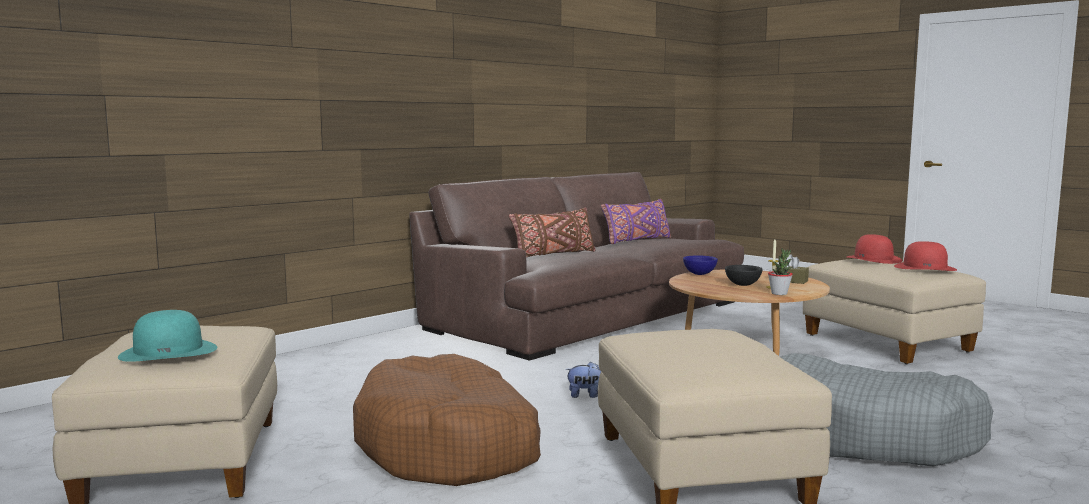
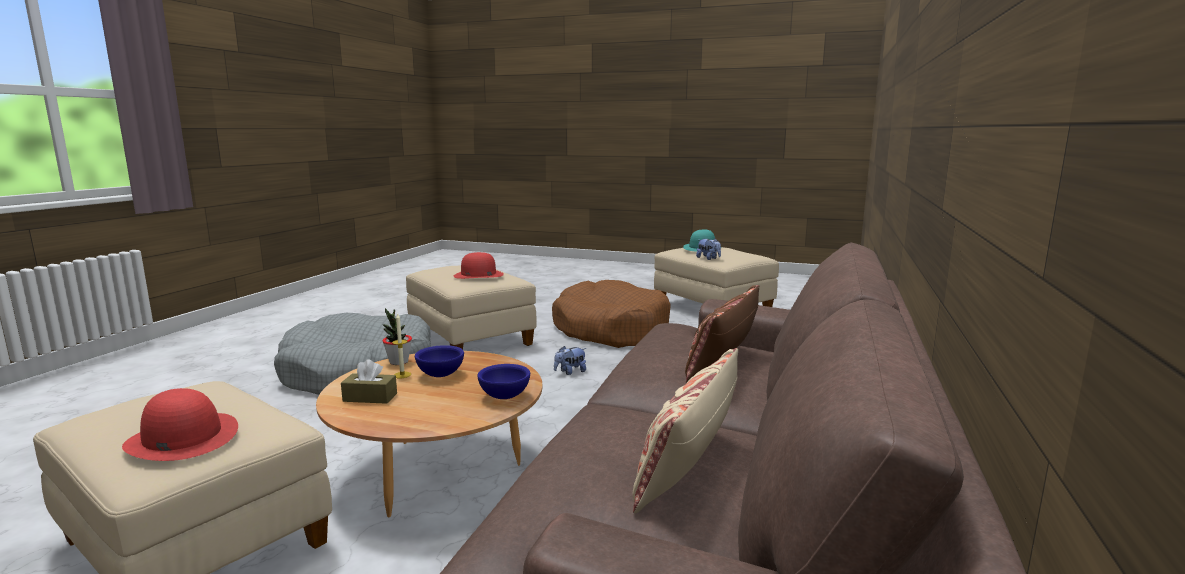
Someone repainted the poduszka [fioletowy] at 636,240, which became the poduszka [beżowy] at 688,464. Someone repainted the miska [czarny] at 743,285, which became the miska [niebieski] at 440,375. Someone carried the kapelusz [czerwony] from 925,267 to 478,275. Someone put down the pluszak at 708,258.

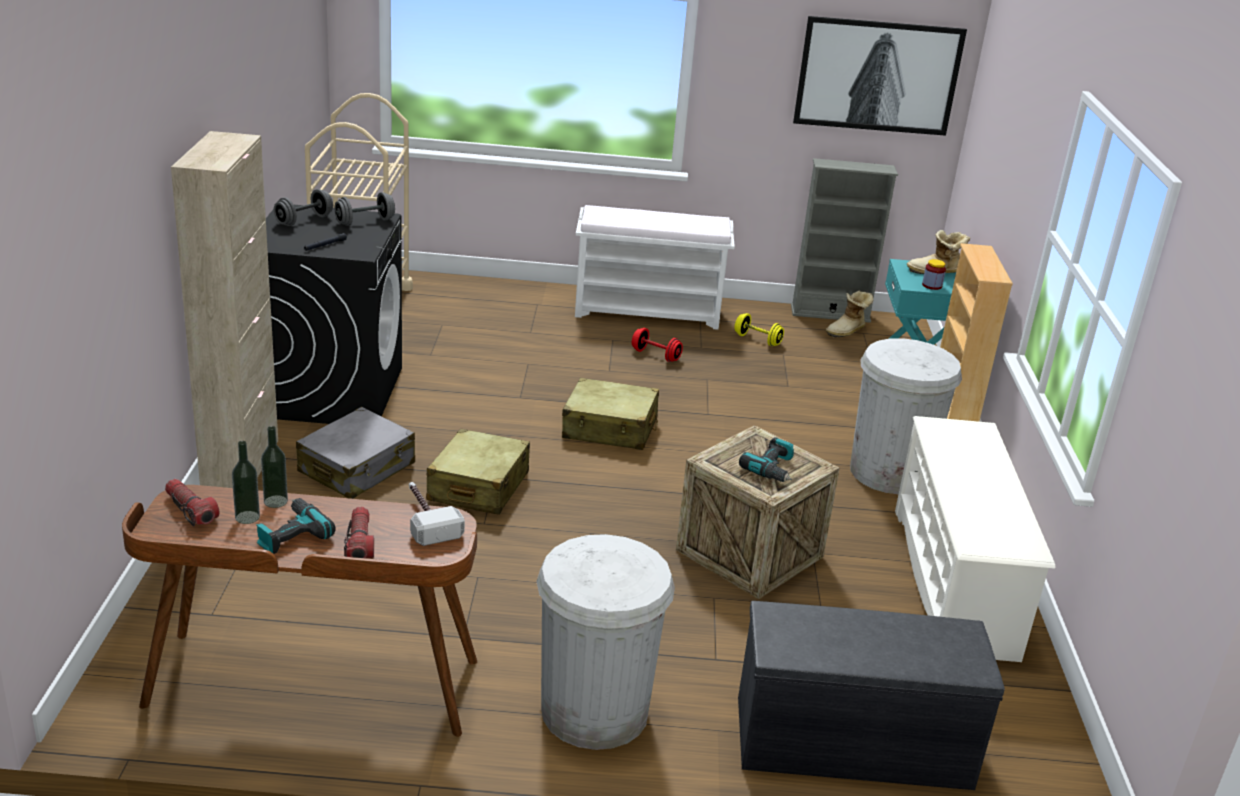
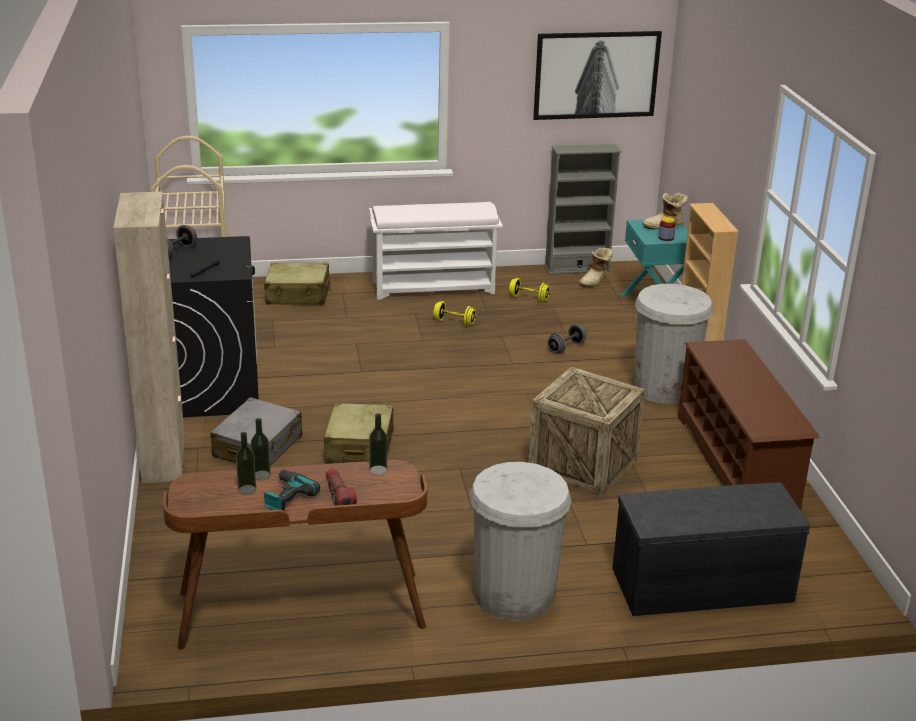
Someone took away the latarka at 191,510. Someone carried the hantel [szary] from 365,222 to 566,348. Someone swapped the młotek at 426,518 for the butelka at 378,470. Someone carried the walizka [beżowy] from 610,429 to 298,295. Someone repainted the hantel [czerwony] at 656,355, which became the hantel [żółty] at 454,322. Someone took away the wiertarka at 773,469. Someone repainted the regał na buty [biały] at 954,582, which became the regał na buty [brązowy] at 736,462.

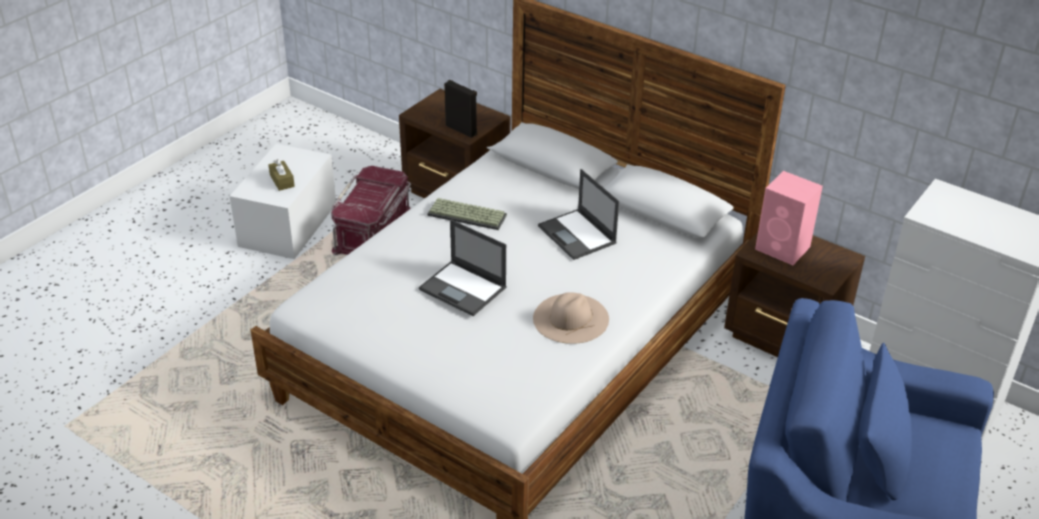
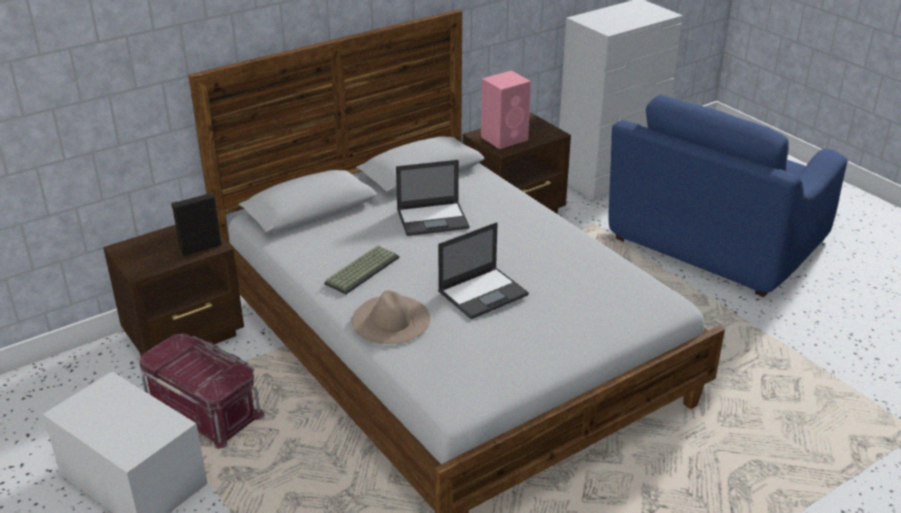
Someone took away the pudełko chusteczek [brązowy] at 282,181. Someone carried the kapelusz [beżowy] from 570,318 to 390,319.

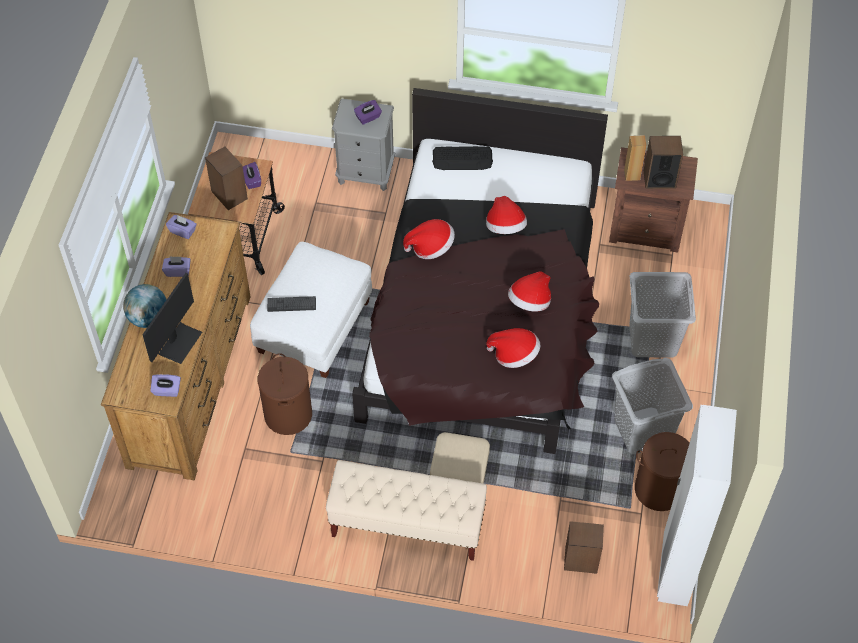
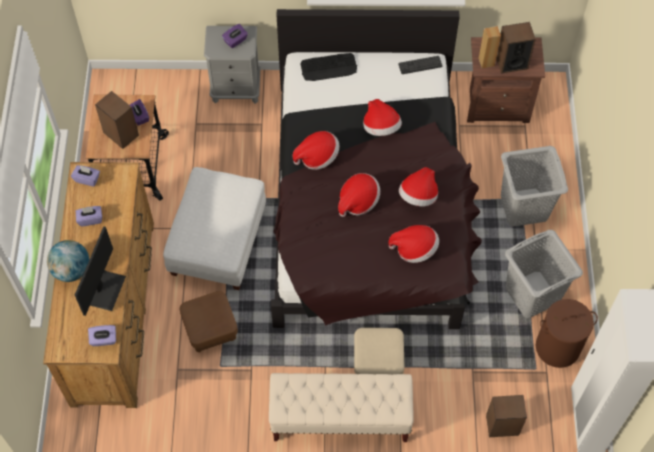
Someone swapped the kosz na pranie [brązowy] at 288,414 for the pufa [brązowy] at 210,330. Someone carried the klawiatura from 291,304 to 420,65. Someone put down the kapelusz at 358,201.

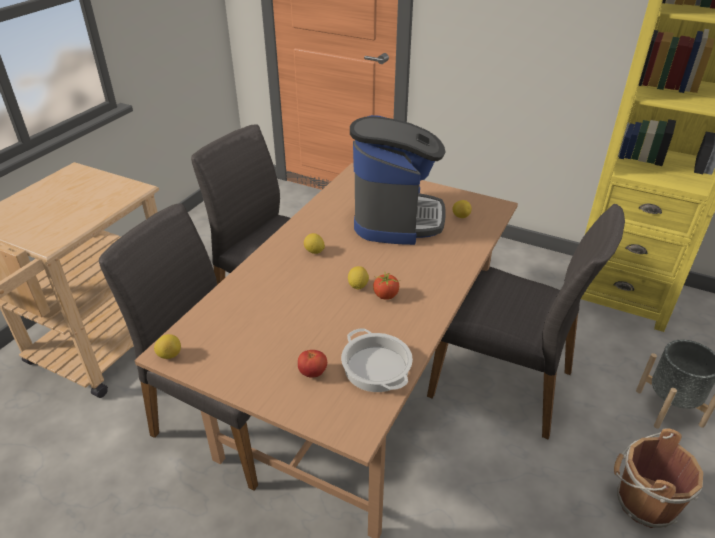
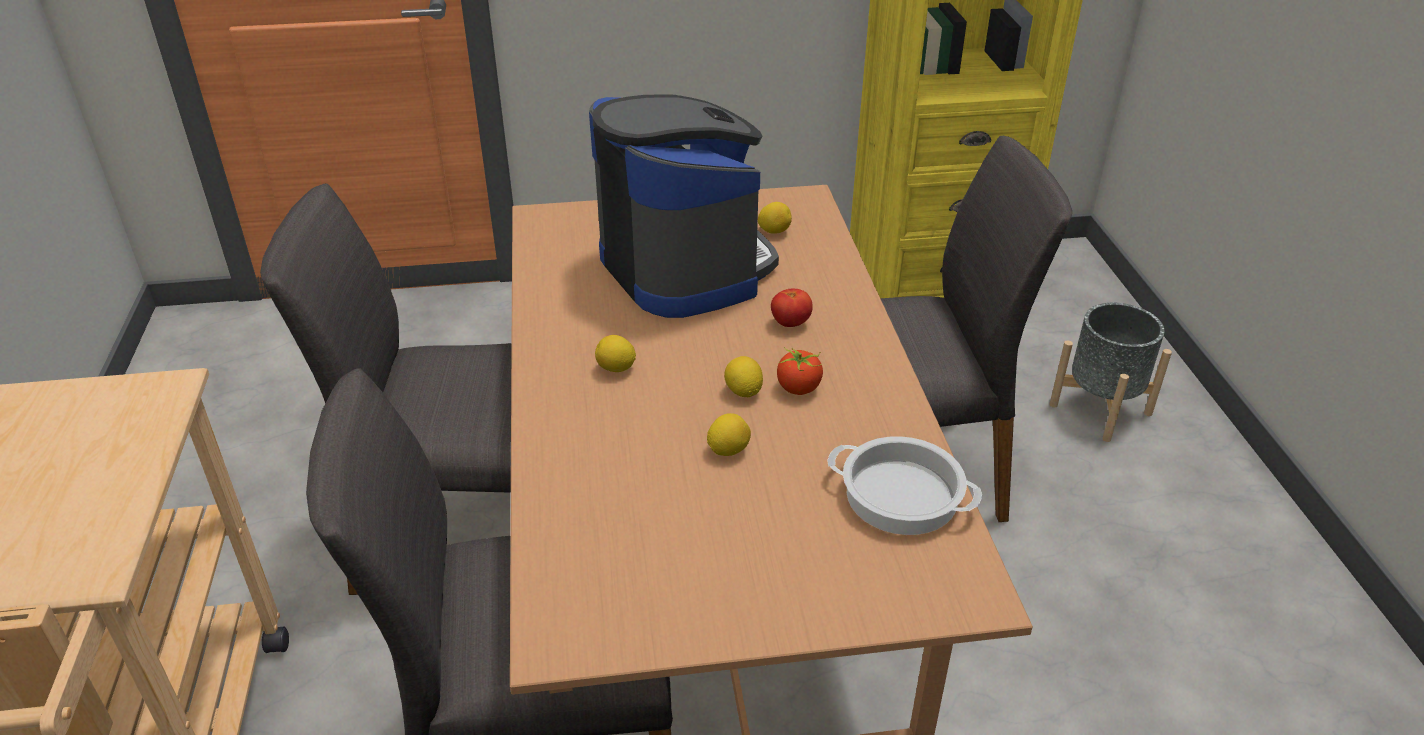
Someone carried the cytryna from 169,355 to 728,450. Someone carried the pomidor from 313,373 to 790,323. Someone took away the wiadro [brązowy] at 642,501.

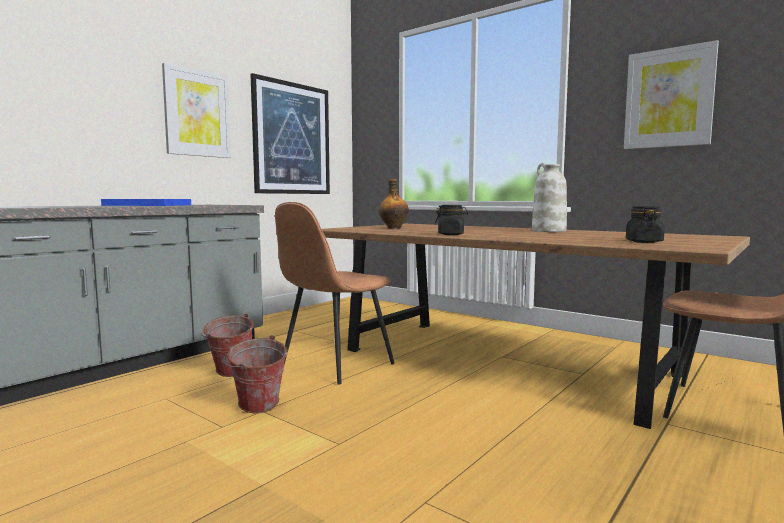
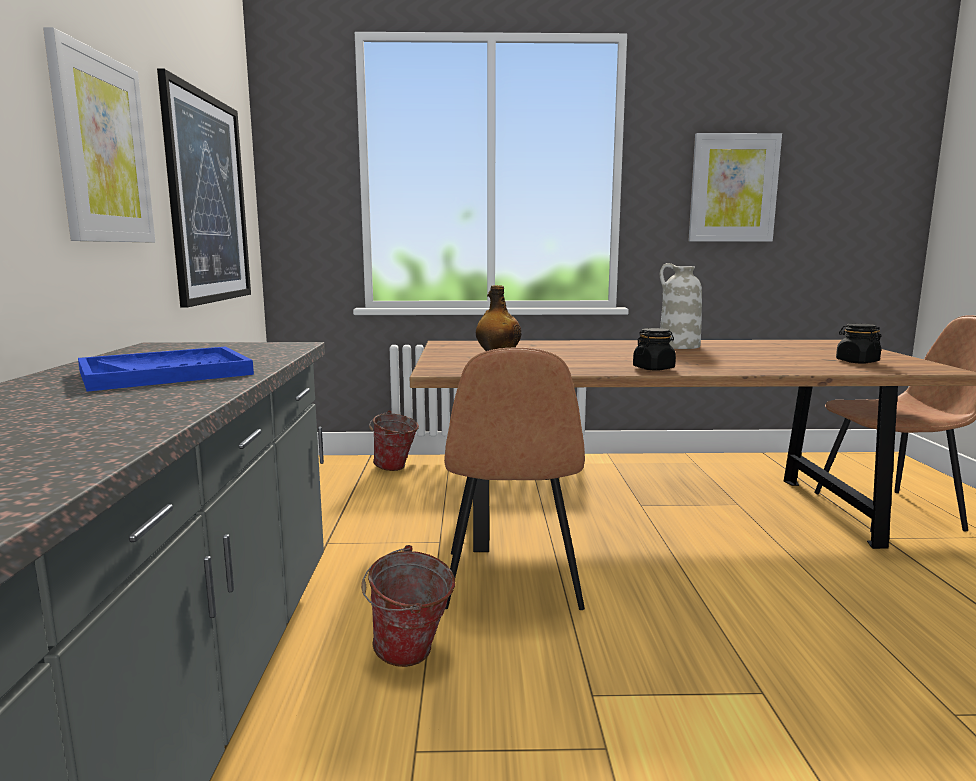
Someone carried the wiadro from 257,410 to 395,468.

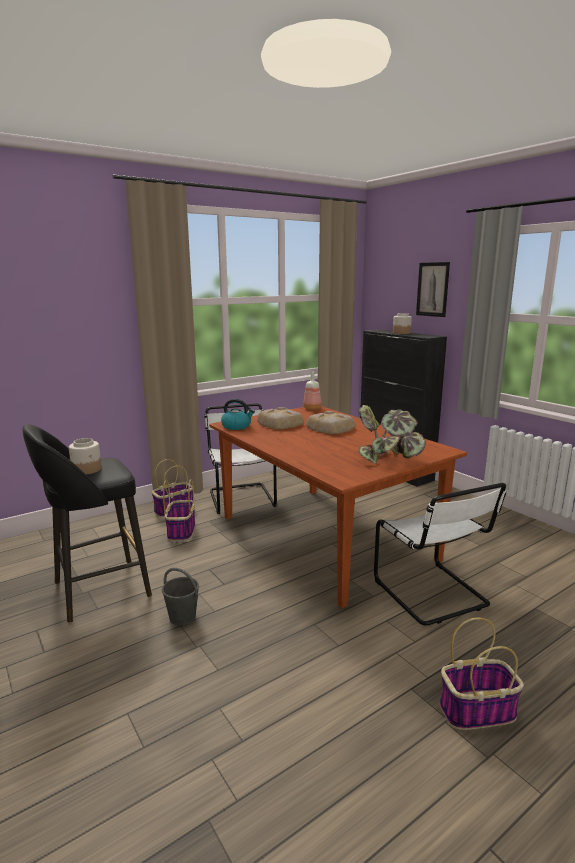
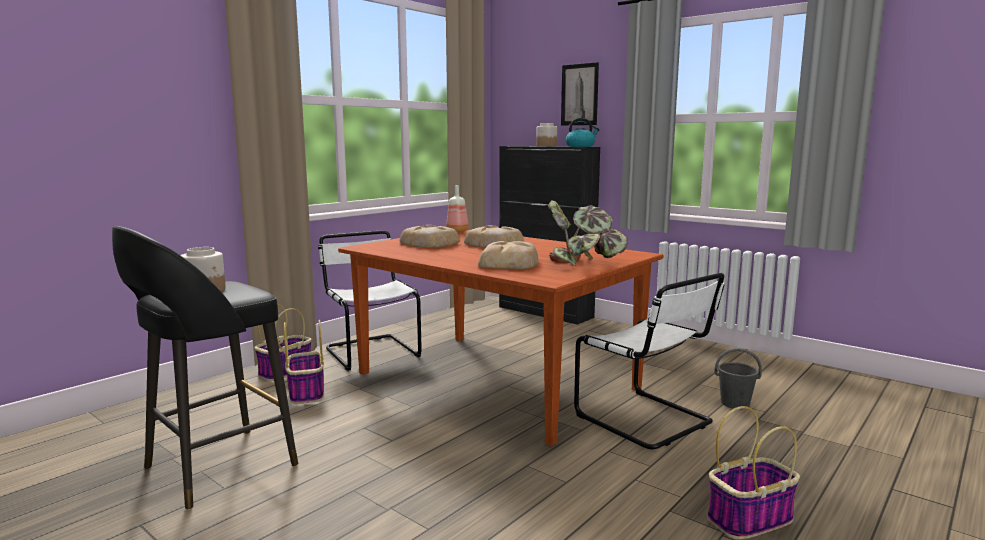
Someone carried the wiadro [szary] from 182,617 to 734,403. Someone carried the czajnik from 237,426 to 580,146. Someone put down the chleb at 509,263.

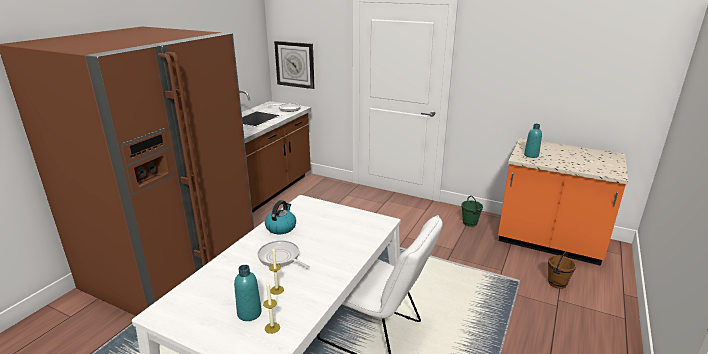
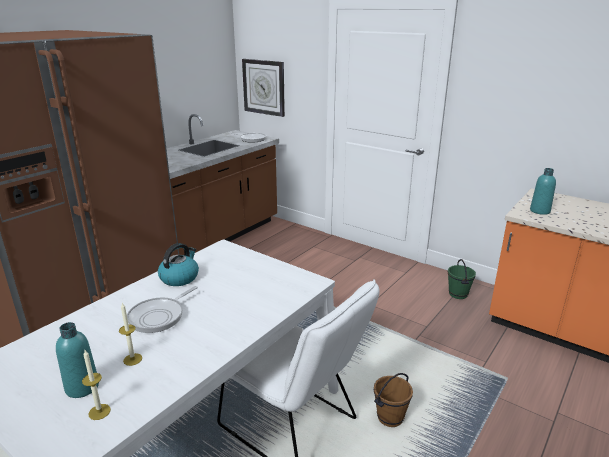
Someone rotated the patelnia at 280,257 by 105 degrees counterclockwise. Someone carried the wiadro [brązowy] from 557,283 to 390,418.

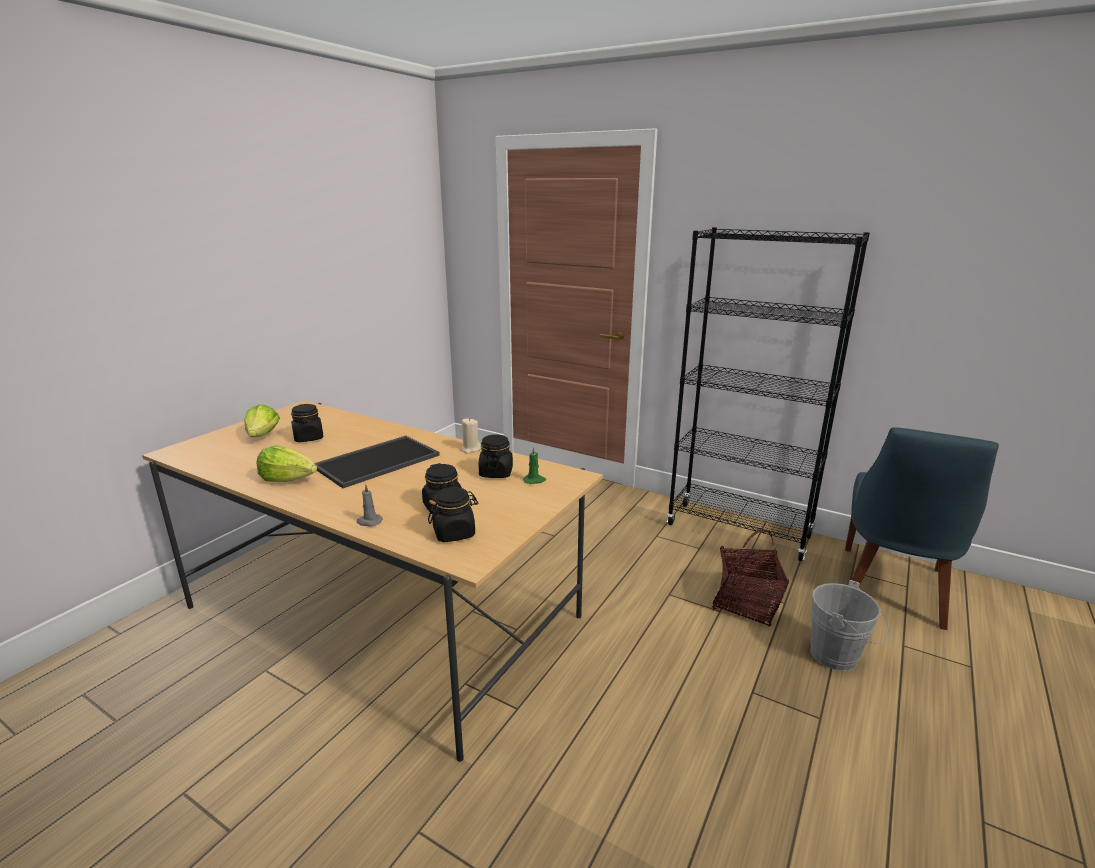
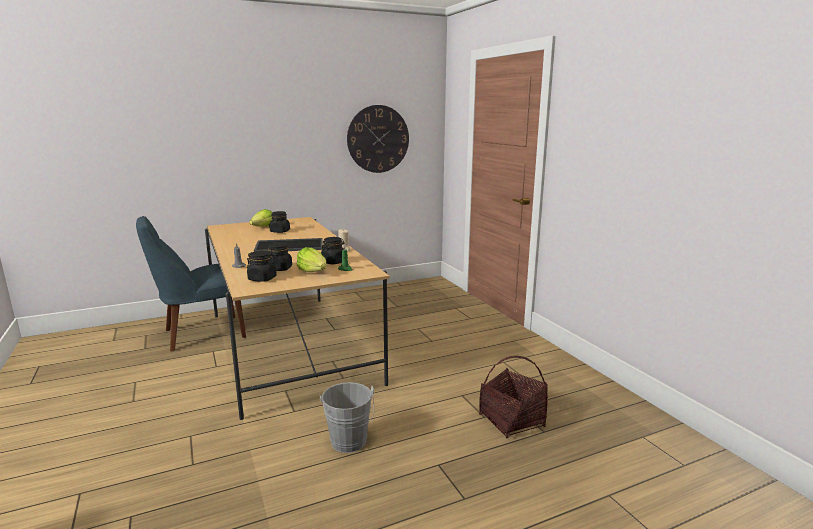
Someone carried the sałata from 289,479 to 313,272. Someone took away the regał [czarny] at 738,531. Someone carried the wiadro [szary] from 839,657 to 349,444. Someone carried the krzesło [niebieski] from 892,589 to 200,334. Someone put up the zegar ścienny at 378,139.

